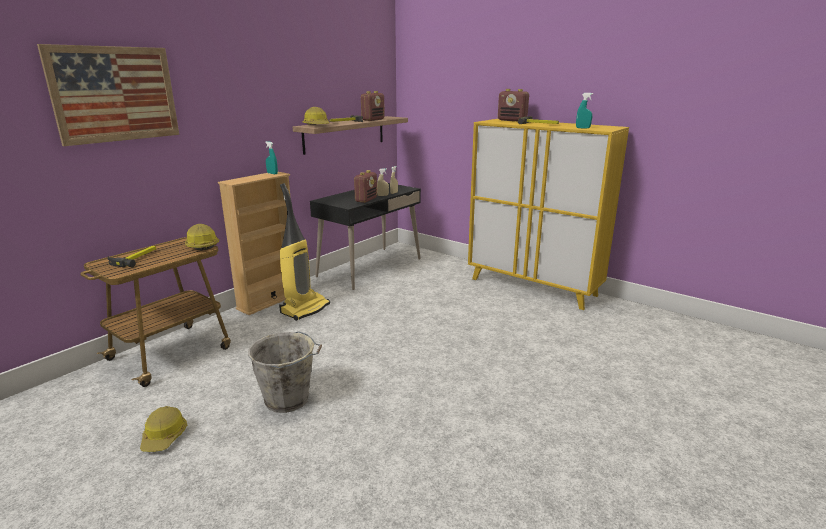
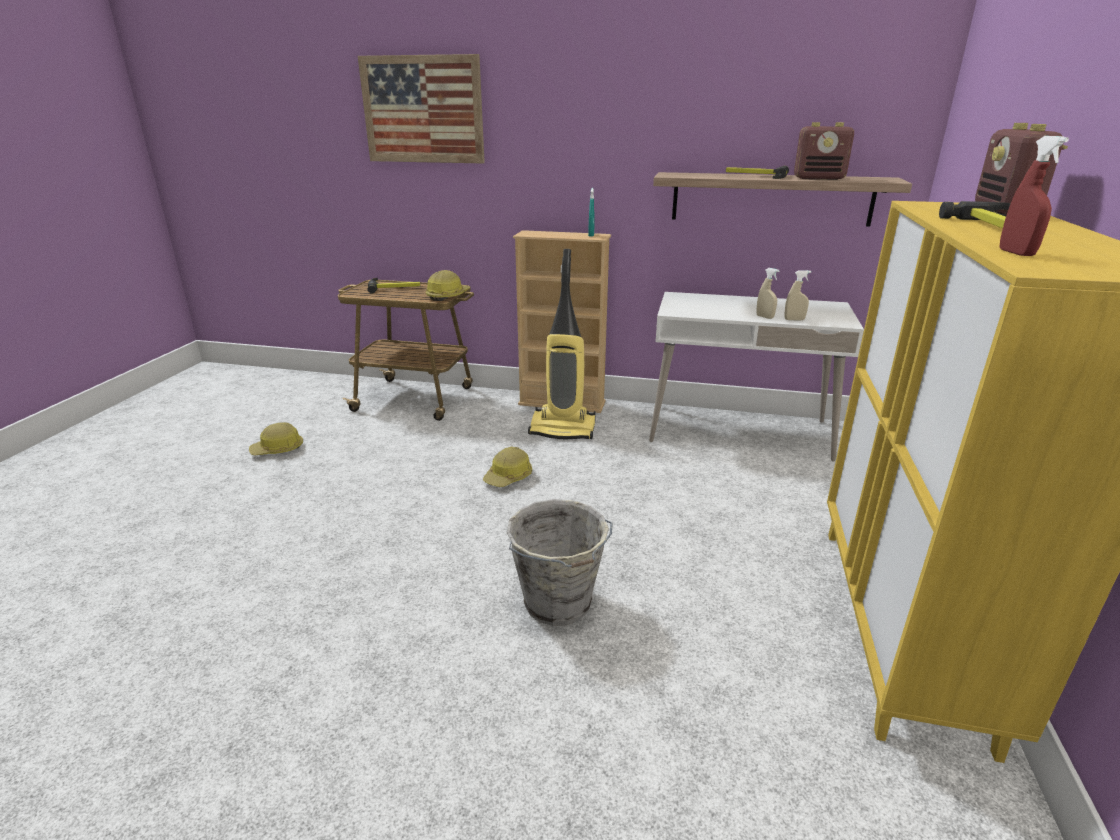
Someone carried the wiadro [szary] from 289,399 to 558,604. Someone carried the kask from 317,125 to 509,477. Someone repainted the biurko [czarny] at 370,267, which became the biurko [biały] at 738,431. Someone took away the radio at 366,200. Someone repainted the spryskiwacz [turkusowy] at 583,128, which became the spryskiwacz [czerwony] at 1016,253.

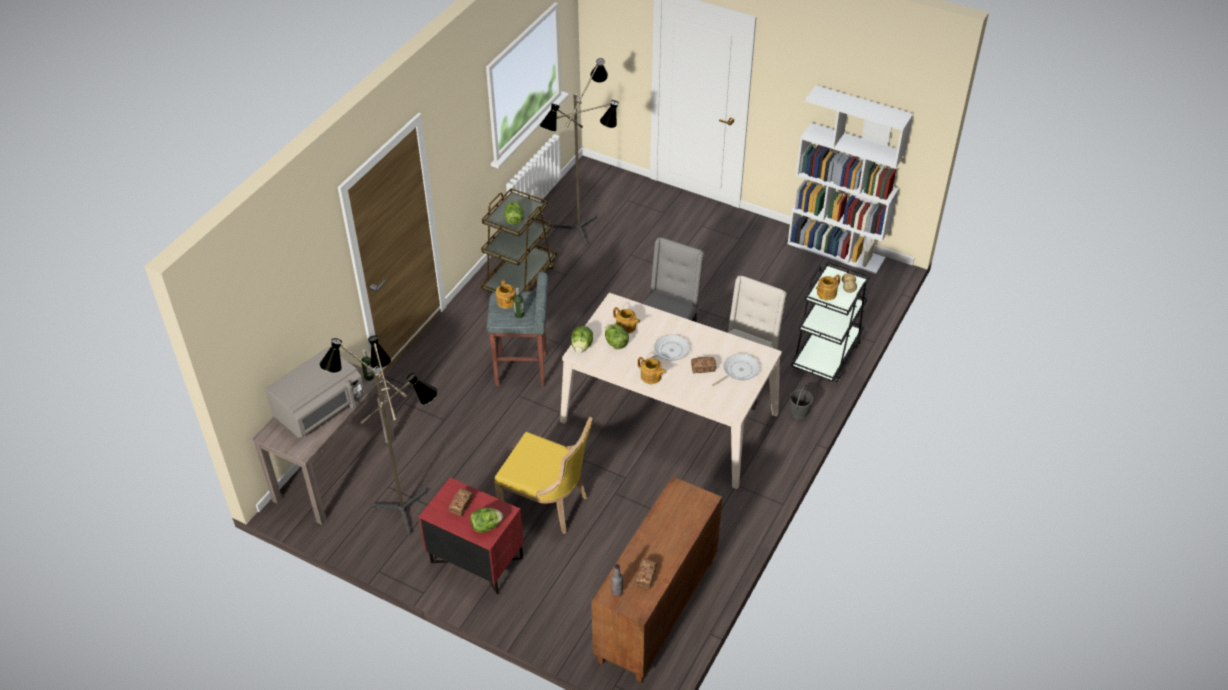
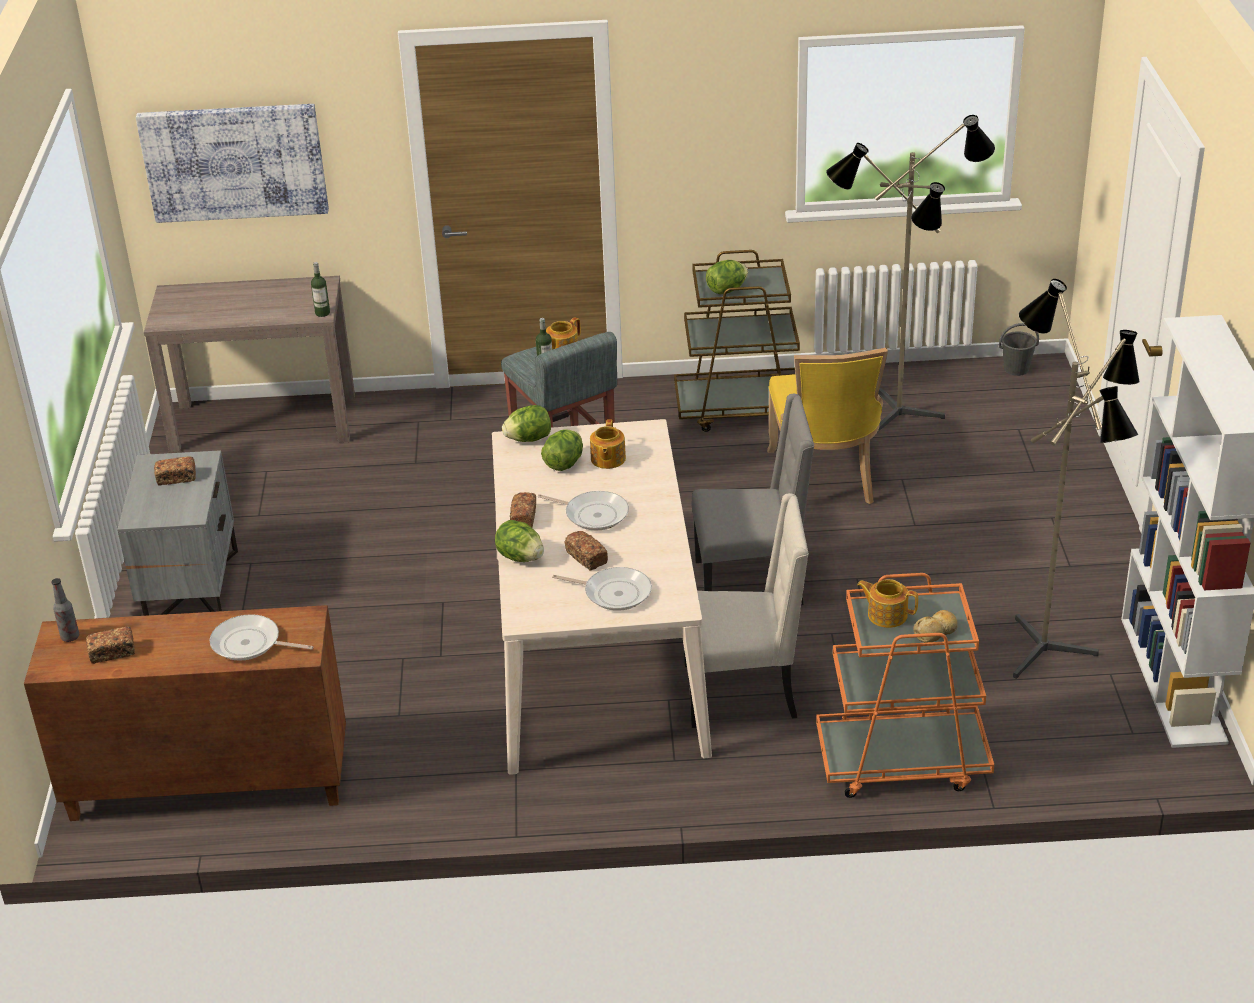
Someone took away the mikrofalówka [szary] at 320,410. Someone carried the lampa stojąca from 404,505 to 1052,646. Someone repainted the szafka nocna [czerwony] at 476,561, which became the szafka nocna [szary] at 191,589. Someone carried the sałata from 486,526 to 520,557. Someone carried the krzesło [żółty] from 547,504 to 825,479. Someone swapped the imbryk at 651,377 for the chleb at 523,518. Someone carried the wiadro [szary] from 799,413 to 1016,369. Someone repainted the wózek [czarny] at 826,354, which became the wózek [pomarańczowy] at 901,761. Someone put up the obraz at 234,161. Someone put down the patelnia at 250,644.

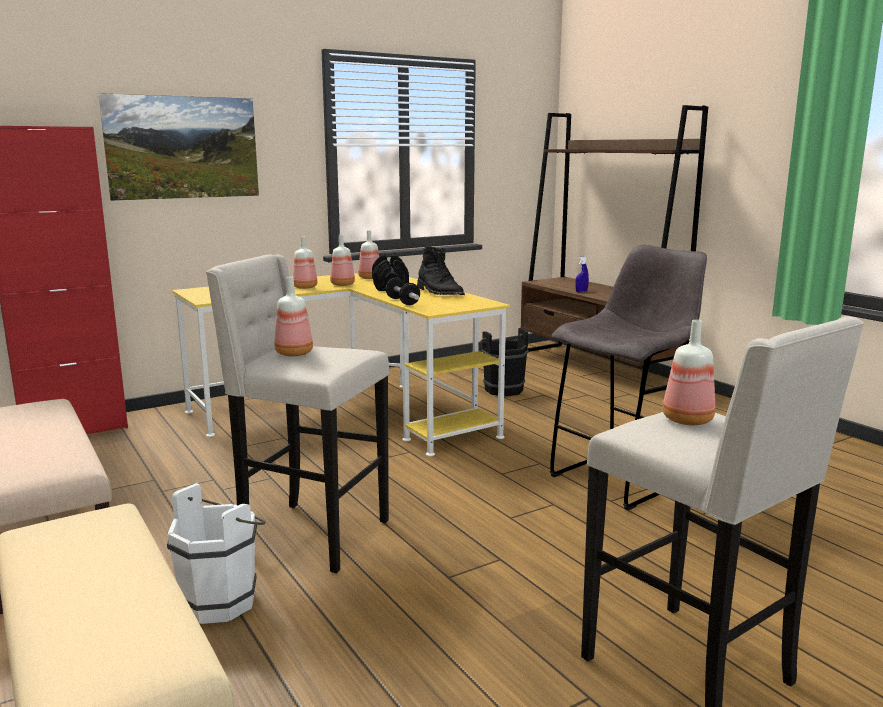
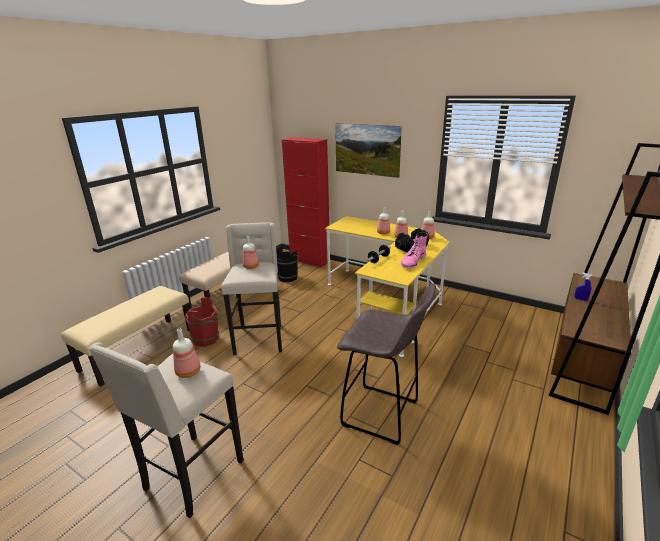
Someone repainted the wiadro [biały] at 224,600, which became the wiadro [czerwony] at 207,339. Someone repainted the but z cholewką [czarny] at 439,293, which became the but z cholewką [różowy] at 412,261. Someone carried the wiadro [czarny] from 502,389 to 289,277.

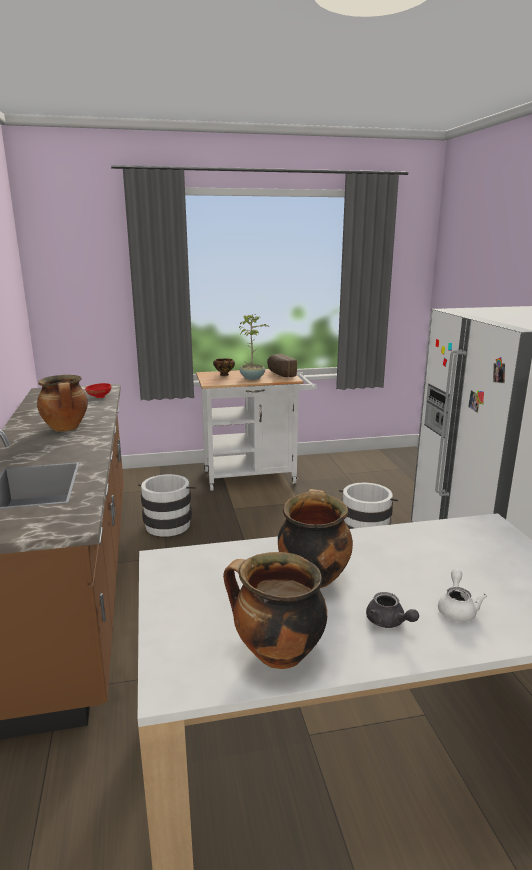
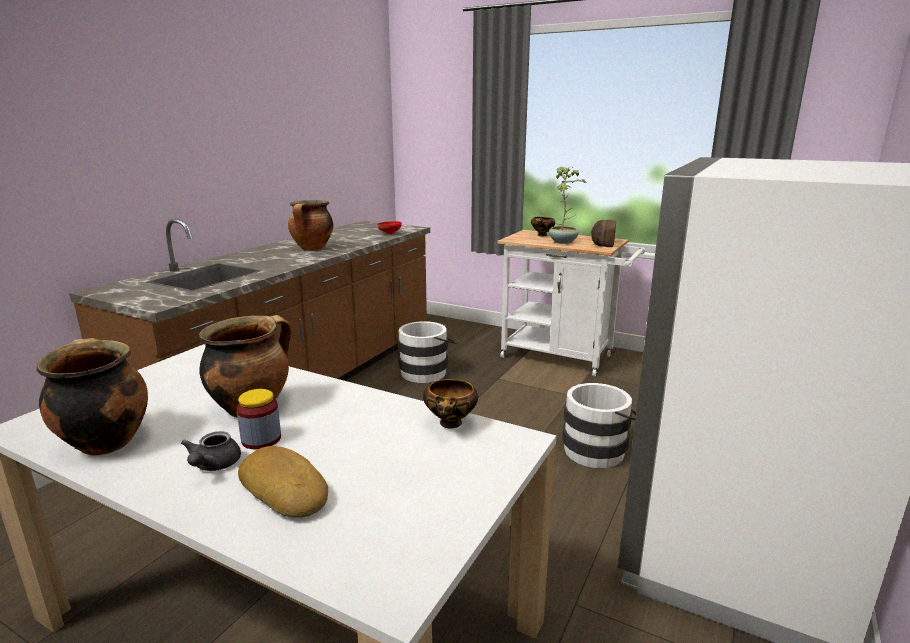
Someone swapped the imbryk [biały] at 457,609 for the chleb at 286,488. Someone put down the słoik at 261,439. Someone put down the miska at 451,424.

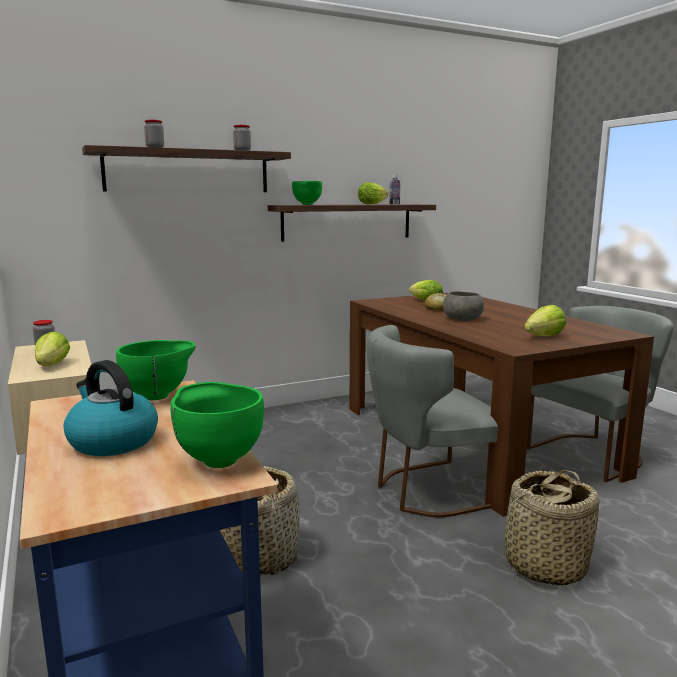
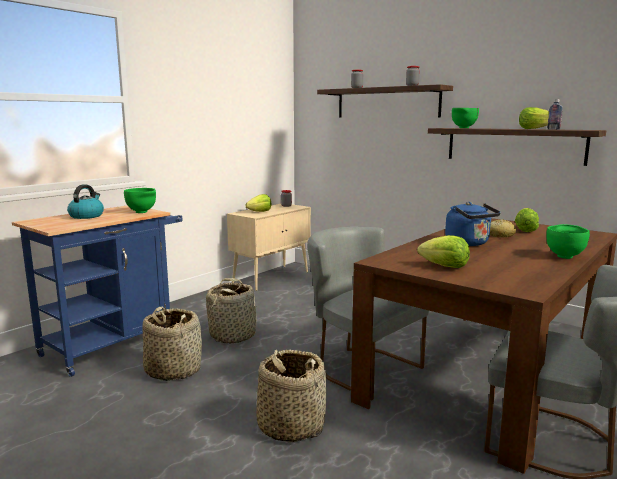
Someone carried the miska [zielony] from 218,459 to 565,256. Someone swapped the miska [szary] at 463,319 for the czajnik [niebieski] at 469,243. Someone put down the koszyk at 173,370.

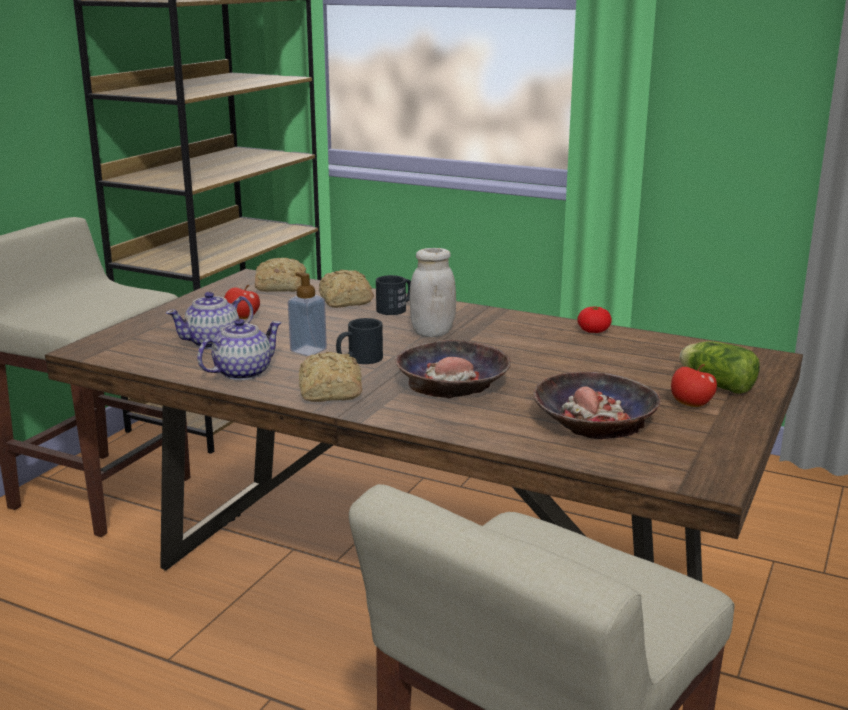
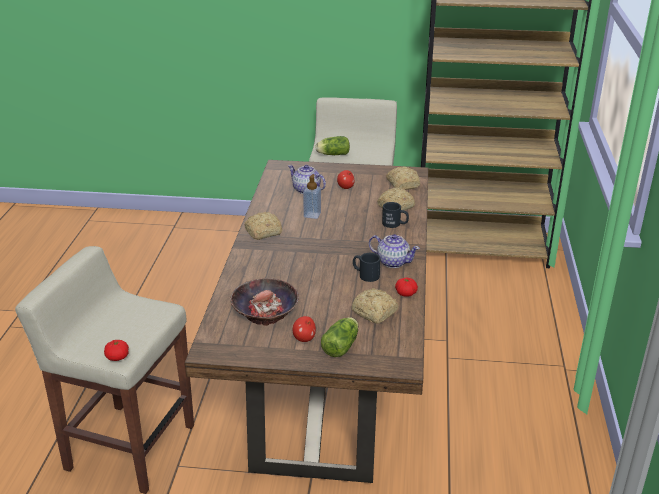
Someone carried the imbryk from 241,373 to 392,262. Someone carried the kubek [czarny] from 359,359 to 365,274. Someone took away the miska at 452,383. Someone took away the słoik [biały] at 432,333. Someone put down the pomidor at 117,357. Someone put down the sałata at 332,154. Someone put down the chleb at 375,313.

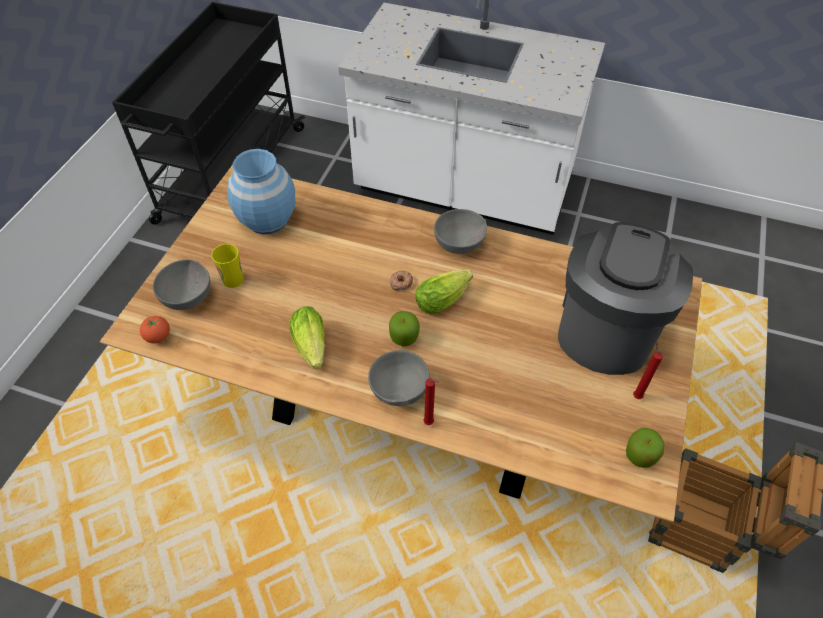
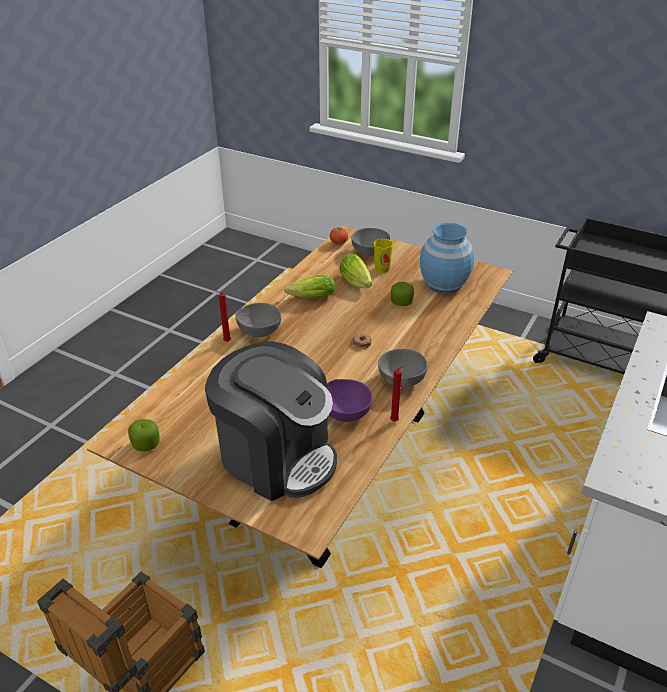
Someone carried the jabłko from 404,336 to 401,303. Someone carried the sałata from 445,298 to 357,283. Someone carried the świeca [czerwony] from 636,395 to 395,421. Someone put down the miska [fioletowy] at 346,412.

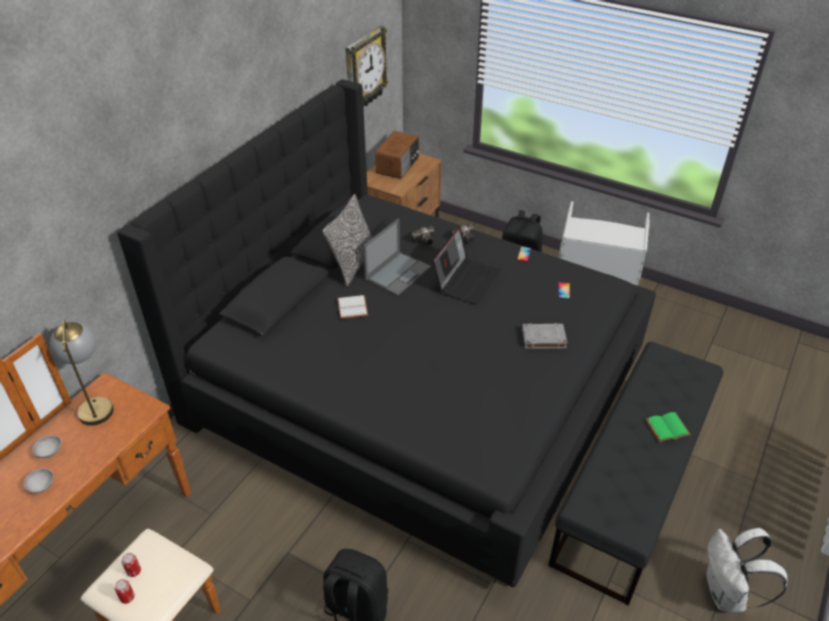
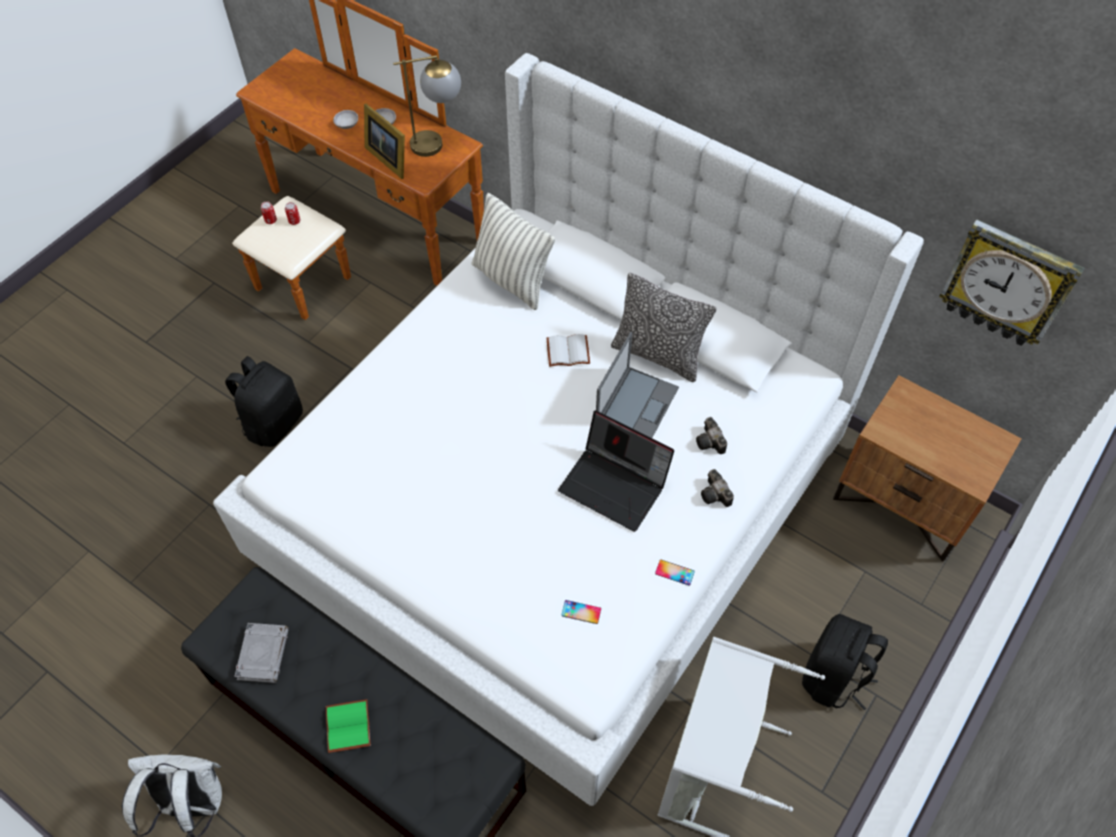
Someone repainted the łóżko [czarny] at 415,390, which became the łóżko [biały] at 559,496. Someone rotated the laptop at 398,273 by 105 degrees counterclockwise. Someone took away the radio at 398,165. Someone carried the książka [szary] from 543,338 to 263,653. Someone put down the ramka na zdjęcie at 389,158. Someone put down the poduszka at 512,280.

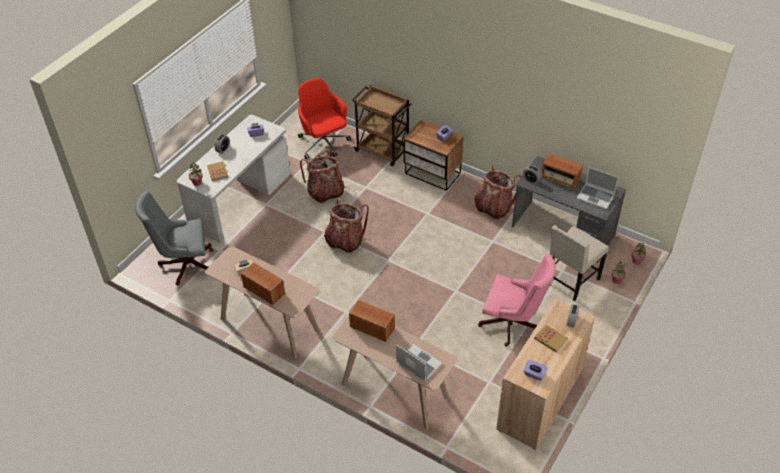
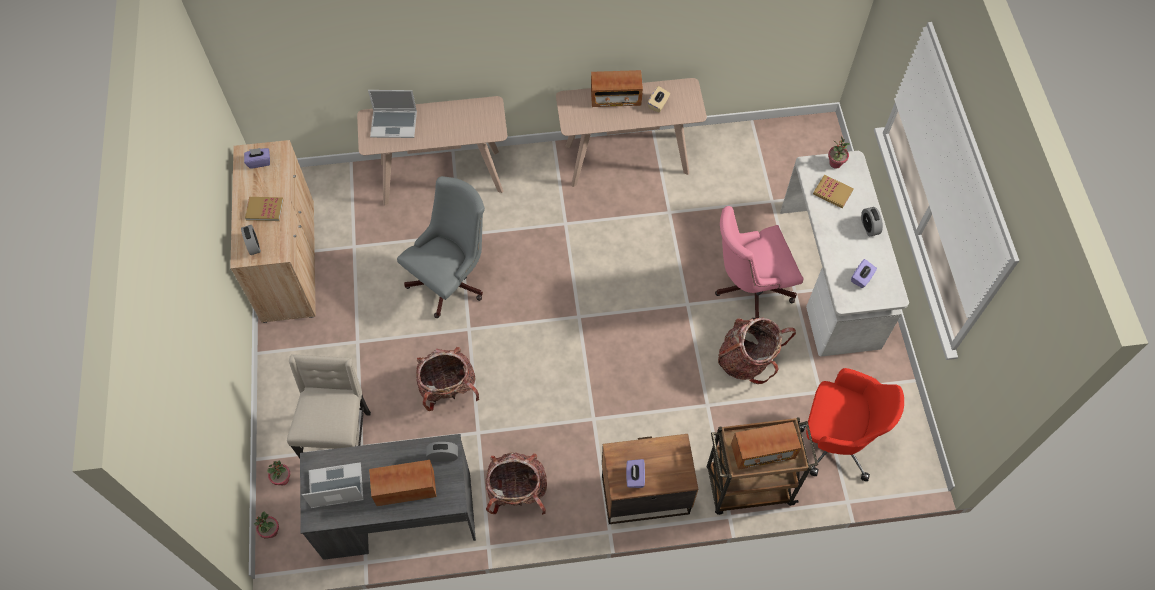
Someone carried the krzesło biurowe [szary] from 184,264 to 451,279. Someone carried the plecak from 345,240 to 448,389. Someone carried the radio from 372,328 to 763,452. Someone carried the krzesło biurowe [różowy] from 512,324 to 748,288.

